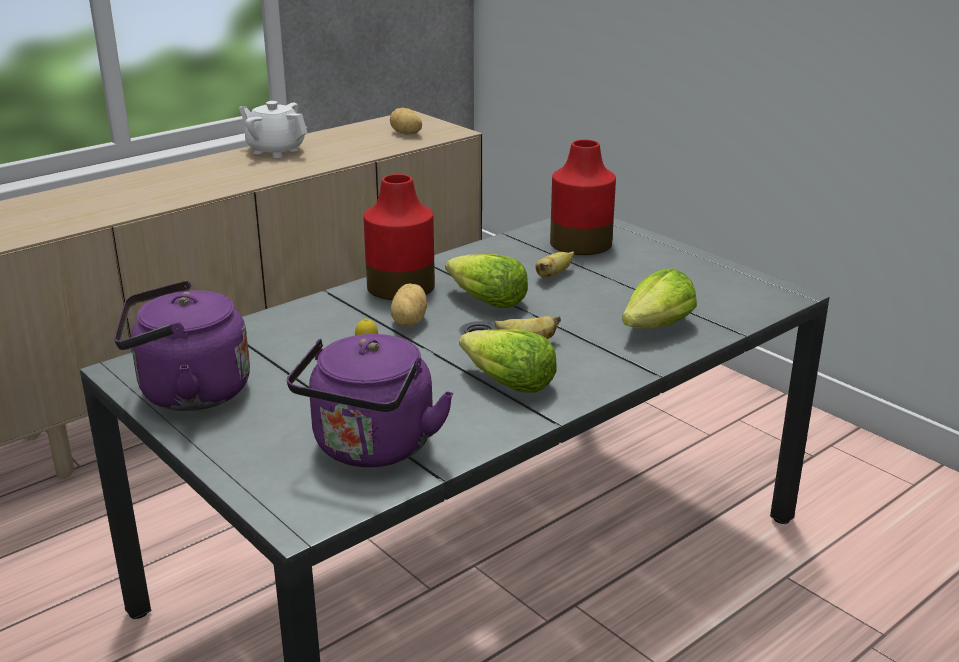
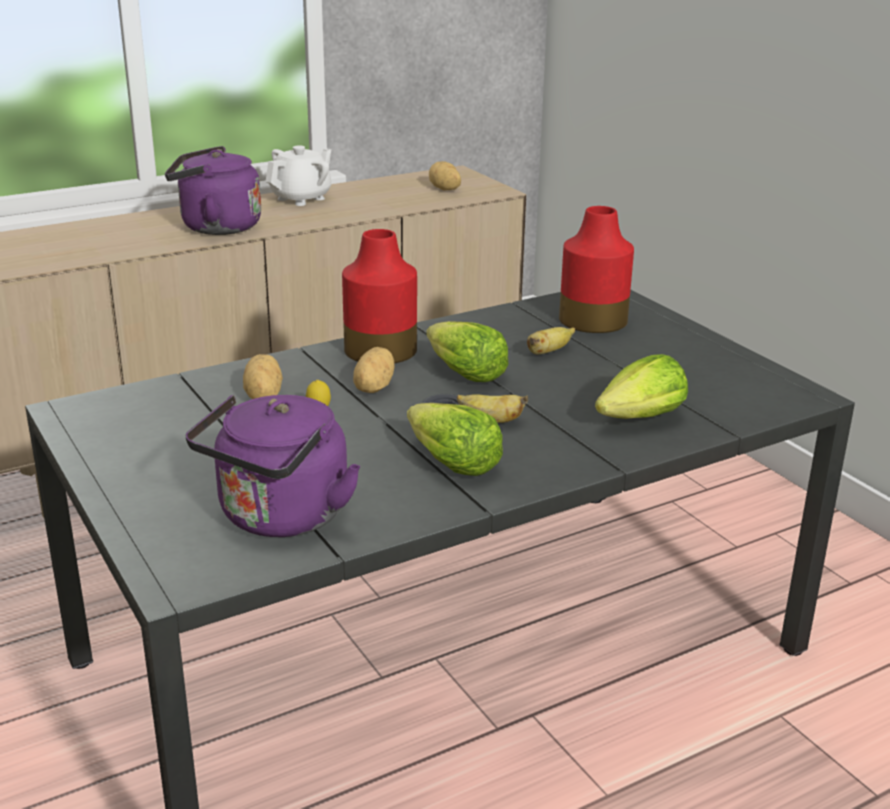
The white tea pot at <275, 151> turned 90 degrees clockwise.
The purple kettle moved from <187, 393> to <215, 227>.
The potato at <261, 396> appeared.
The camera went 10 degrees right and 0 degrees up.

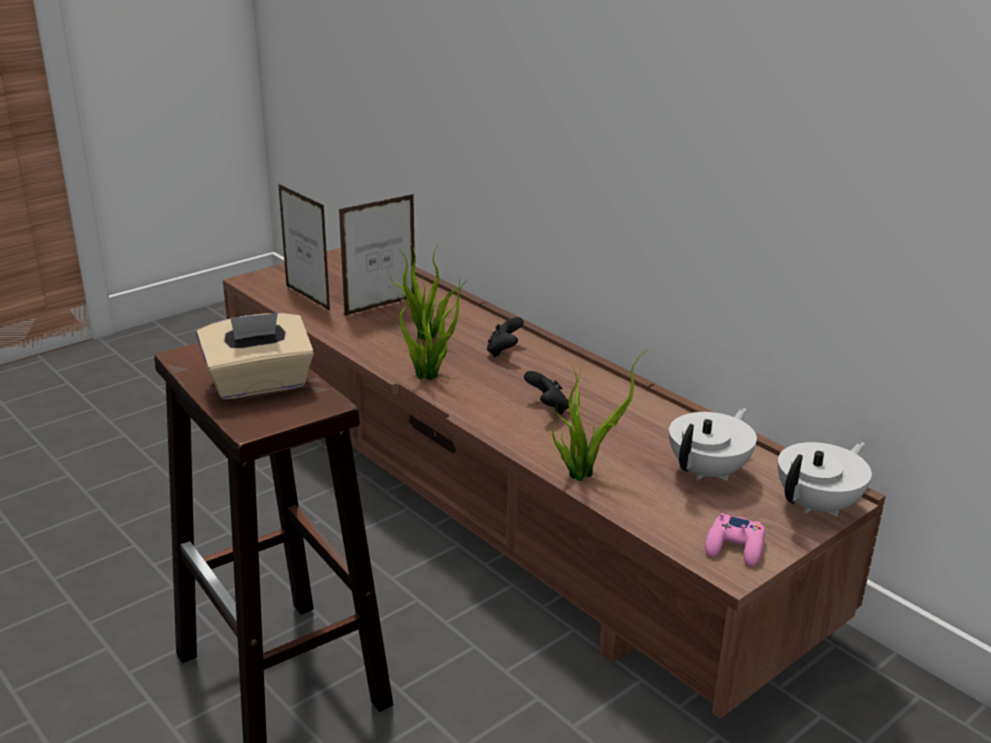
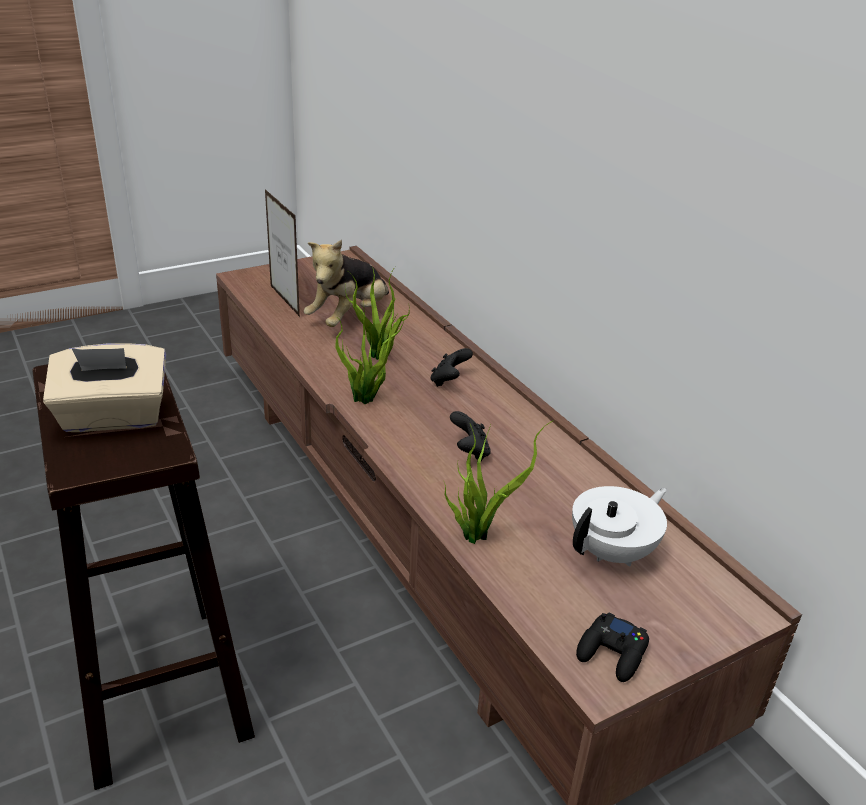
The photo frame at <381, 306> was replaced by the cuddly toy at <349, 318>.
The white tea pot at <818, 505> disappeared.
The pink game controller at <735, 546> became the blackish game controller at <612, 653>.
The camera went 10 degrees right and 5 degrees up.

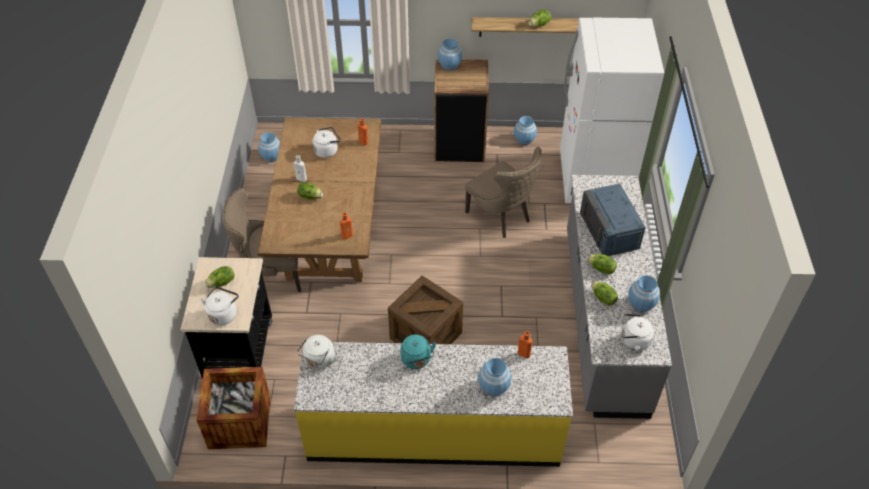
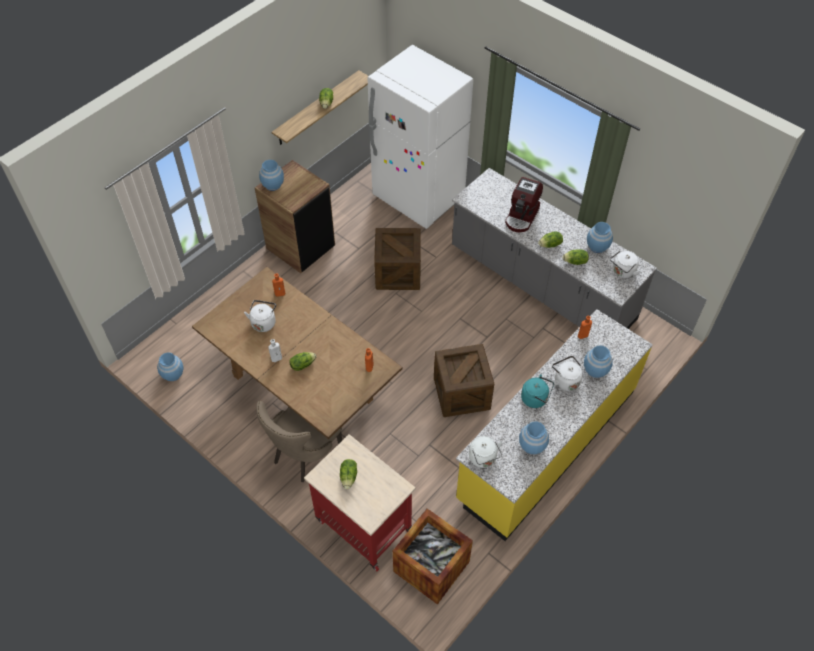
The blue decorative vase moved from <524, 140> to <532, 446>.
The sand-coloured upright chair at <501, 216> was replaced by the shipping crate at <398, 273>.
The blue kitchen microwave at <609, 230> was replaced by the coffee brewer at <522, 217>.
The blackish trolley at <239, 352> became the reddish trolley at <363, 526>.
The white kettle moved from <223, 314> to <565, 380>.
The camera went 50 degrees left and 5 degrees up.

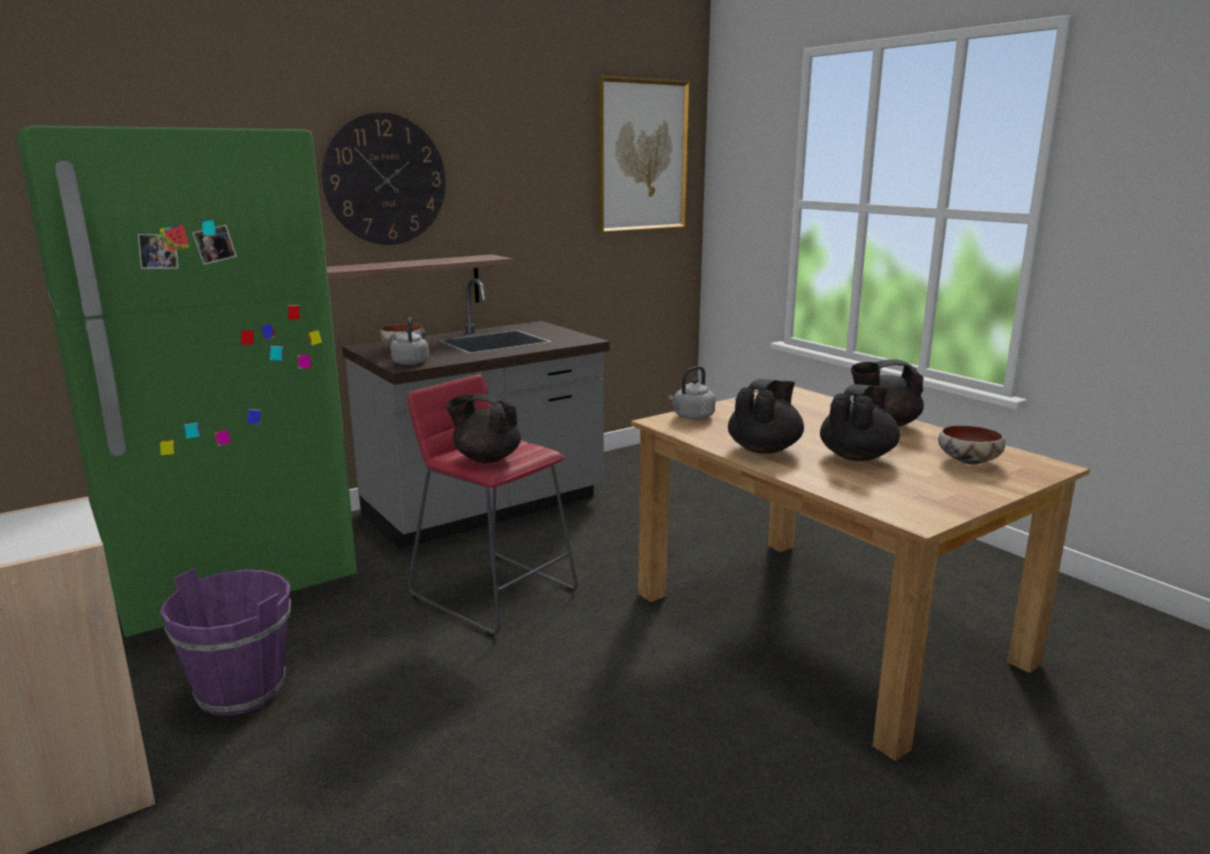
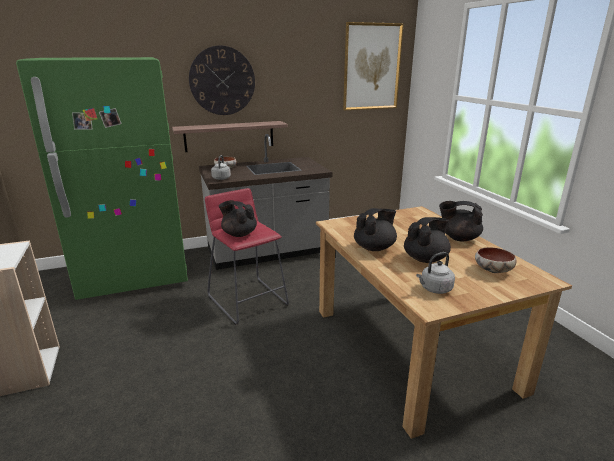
The gray kettle moved from <692, 417> to <434, 289>.
The purple pail at <242, 690> disappeared.
The camera went 15 degrees right and 5 degrees up.

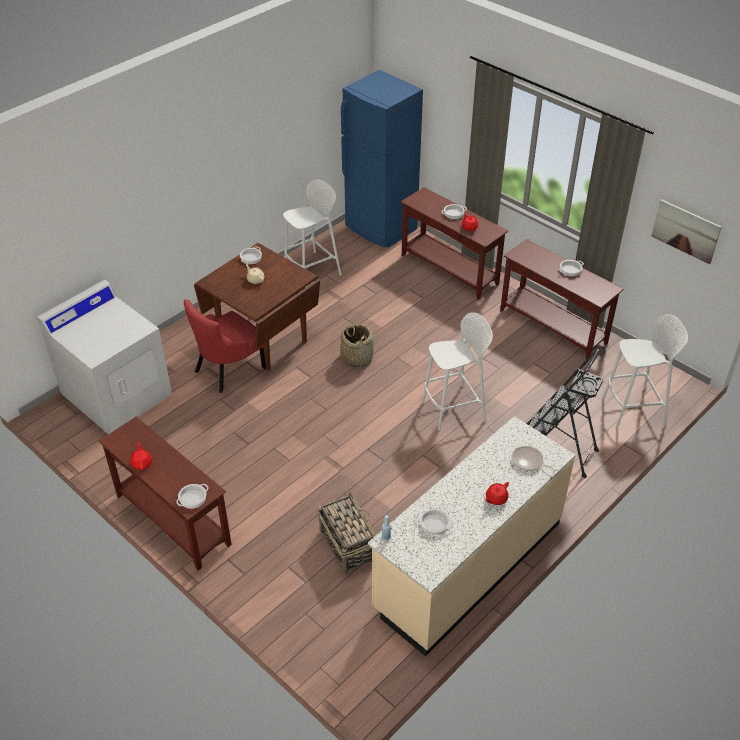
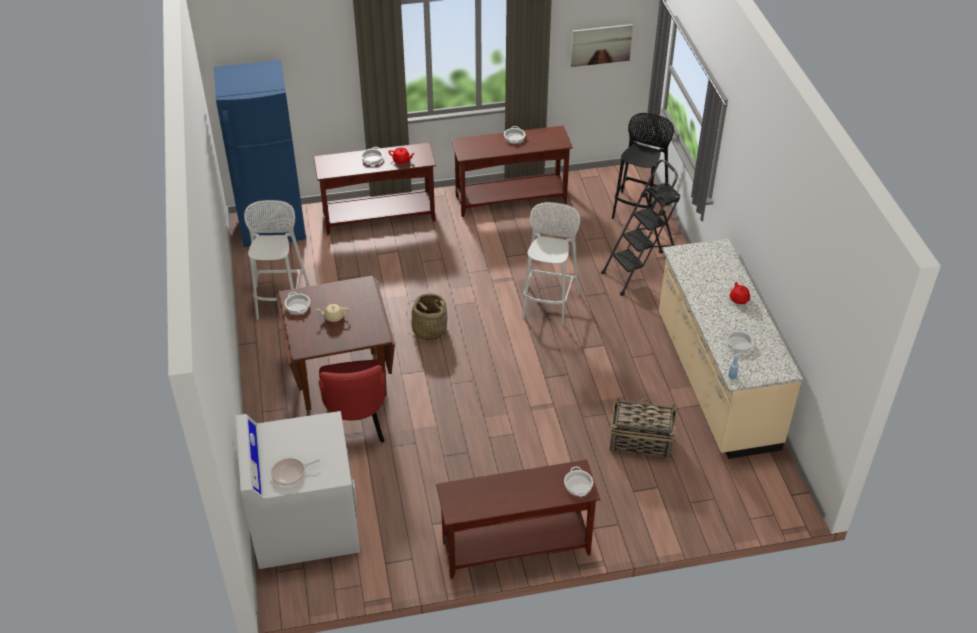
The white stool seat at <634, 408> became the blackish stool seat at <638, 209>.
The reddish tea pot at <142, 463> disappeared.
The frying pan moved from <528, 462> to <290, 473>.
The camera went 55 degrees left and 0 degrees up.

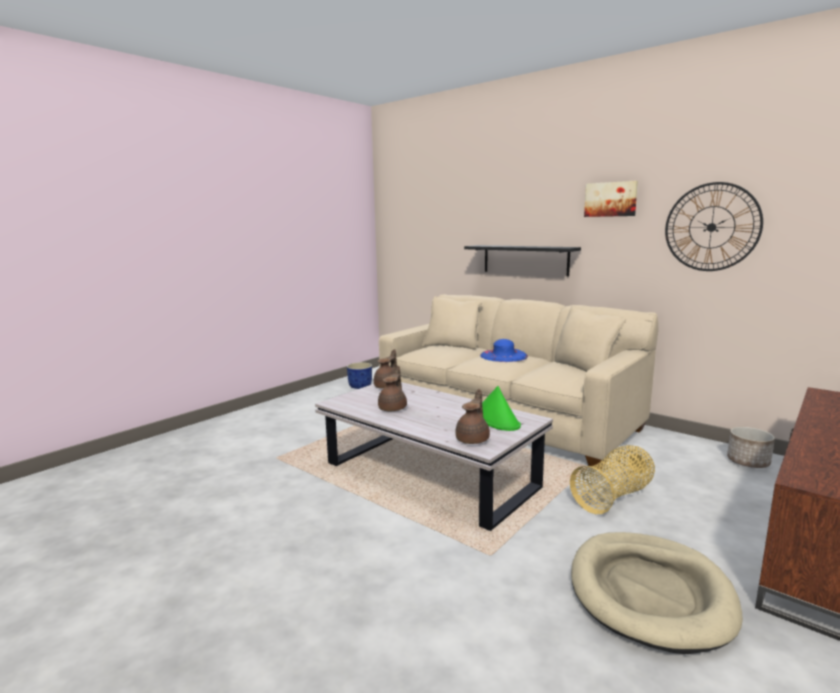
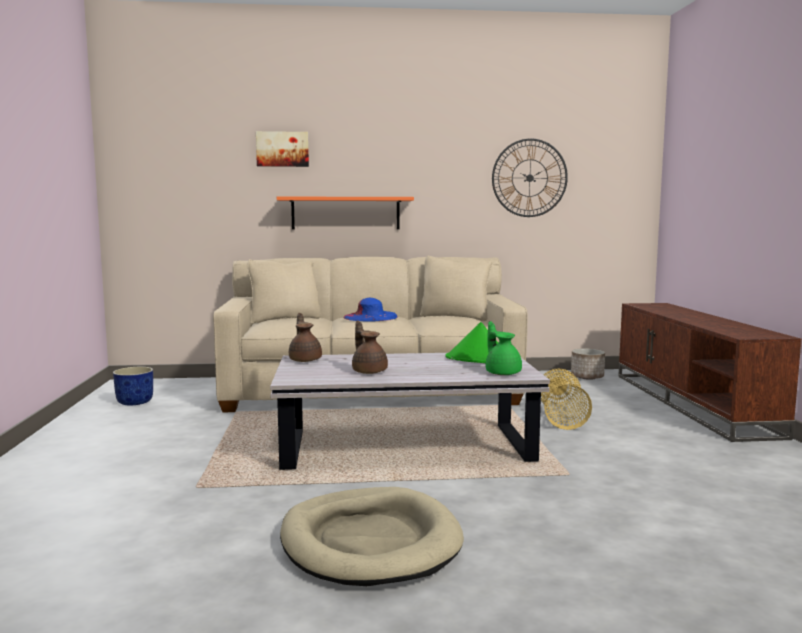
The wall art moved from <610, 199> to <282, 149>.
The blackish shelf at <525, 260> became the orange-coloured shelf at <345, 213>.
The brownish tea pot at <473, 439> became the green-coloured tea pot at <502, 373>.
The sand-coloured dog cushion moved from <650, 593> to <370, 542>.
The camera went 45 degrees left and 5 degrees down.

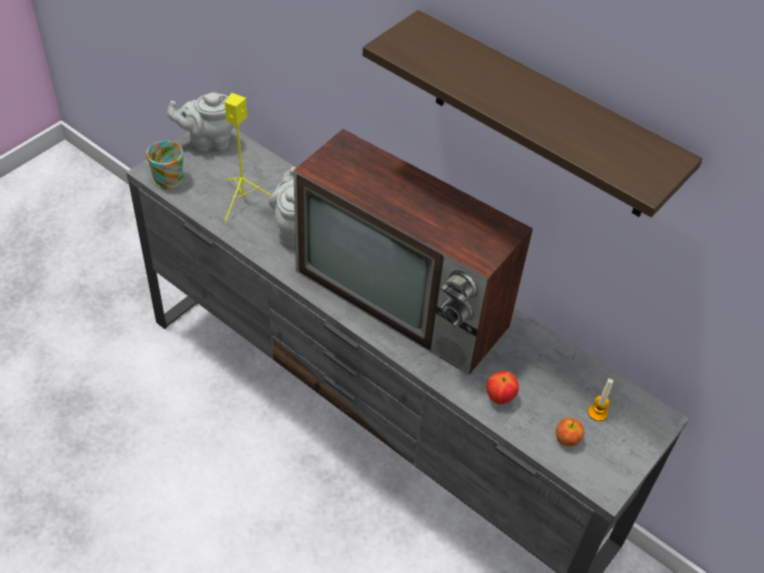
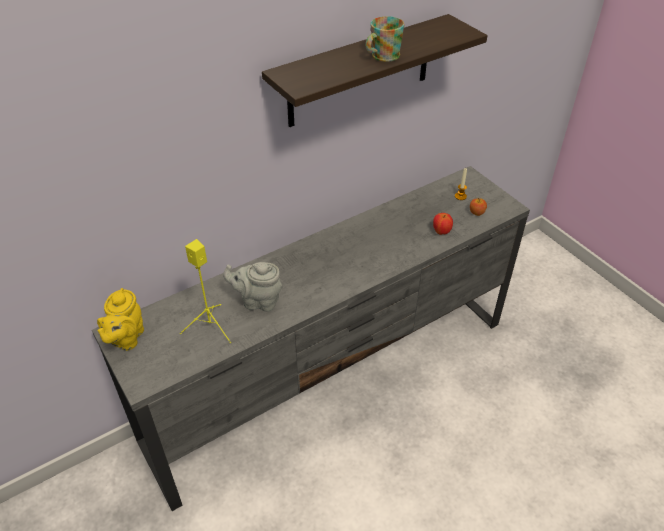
The gray tea pot at <208, 142> became the yellow tea pot at <126, 338>.
The TV at <405, 299> disappeared.
The coffee mug moved from <165, 176> to <382, 56>.
The camera went 70 degrees left and 5 degrees down.

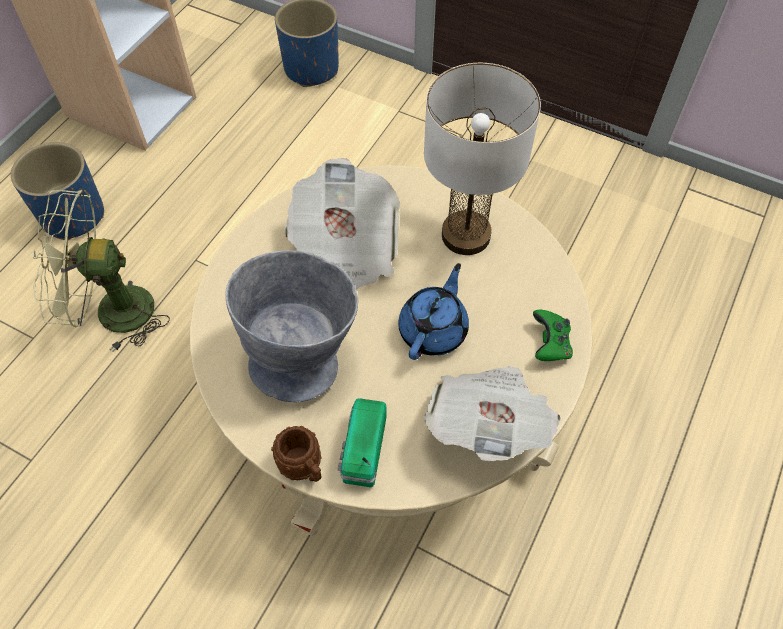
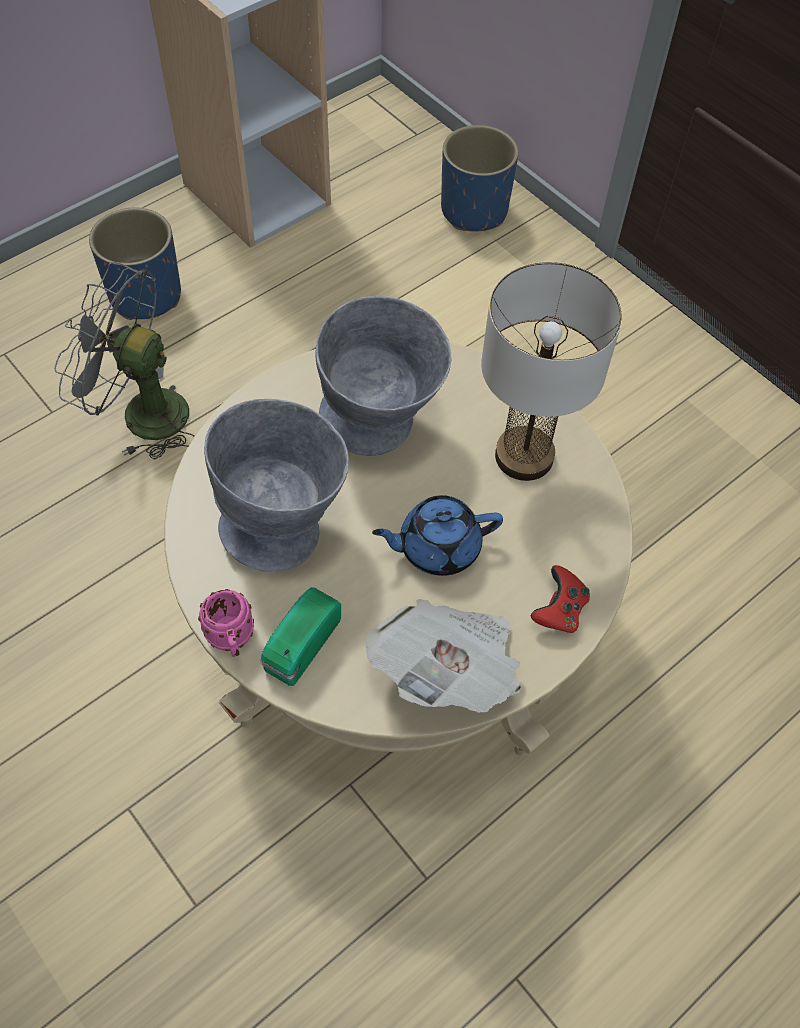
The printed paper at <344, 250> was replaced by the gray deep dish at <382, 427>.
The green-coloured cooling fan at <112, 312> became the gray cooling fan at <141, 413>.
The blue tea pot at <434, 330> turned 150 degrees counterclockwise.
The green-coloured game controller at <550, 344> became the reddish game controller at <559, 610>.
The brownish coffee mug at <304, 469> became the pink coffee mug at <232, 641>.
The camera went 20 degrees right and 0 degrees up.

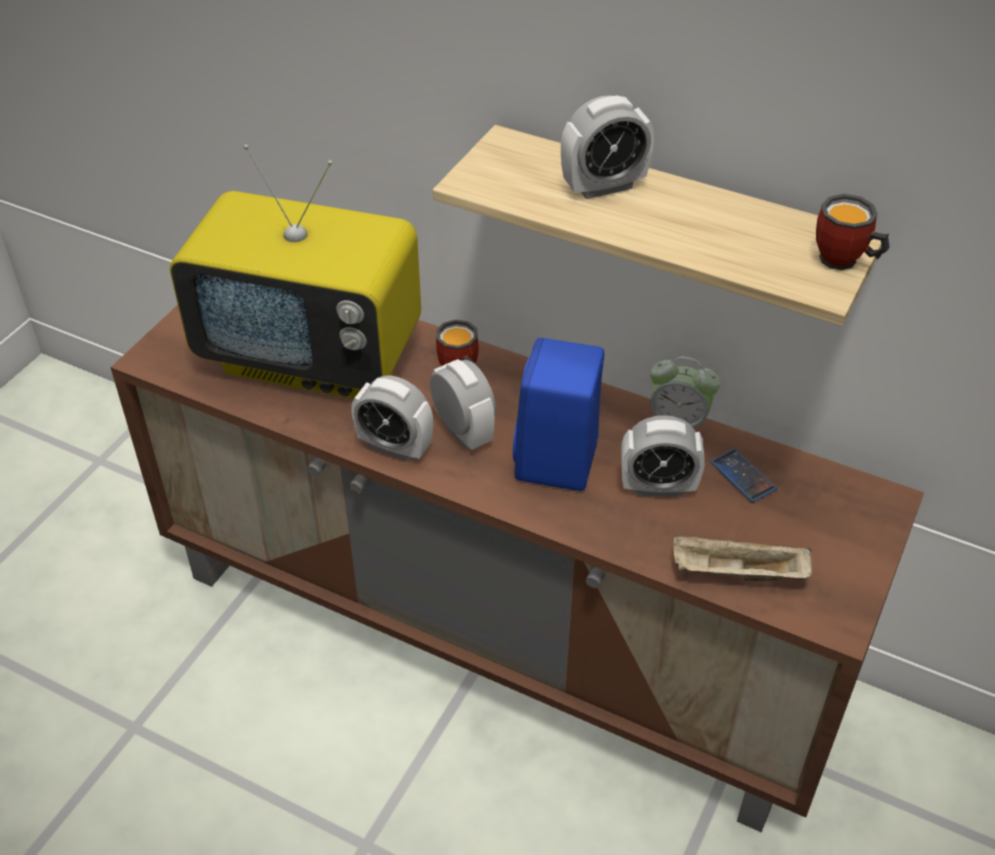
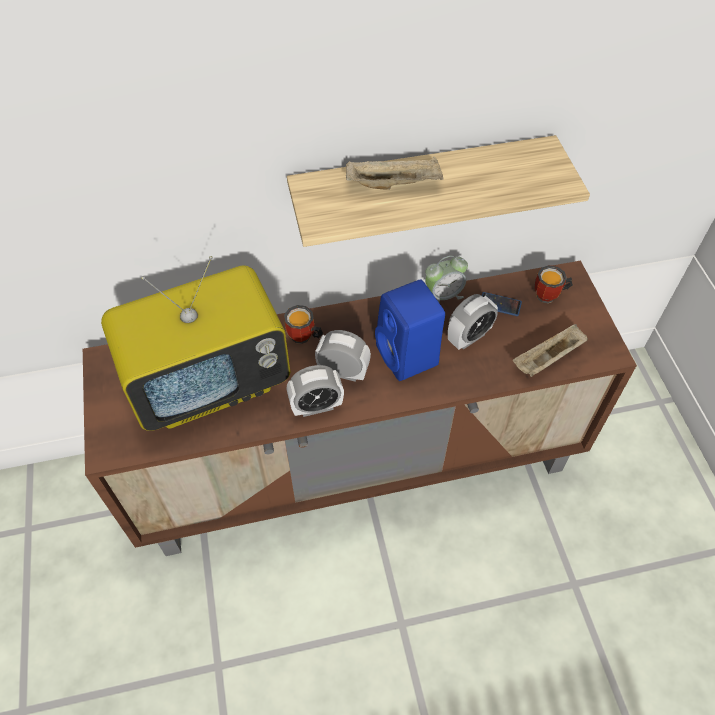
The alarm clock at <604, 186> was replaced by the sand-coloured carrying tray at <394, 184>.
The coffee mug moved from <843, 262> to <549, 296>.
The camera went 40 degrees left and 10 degrees up.

